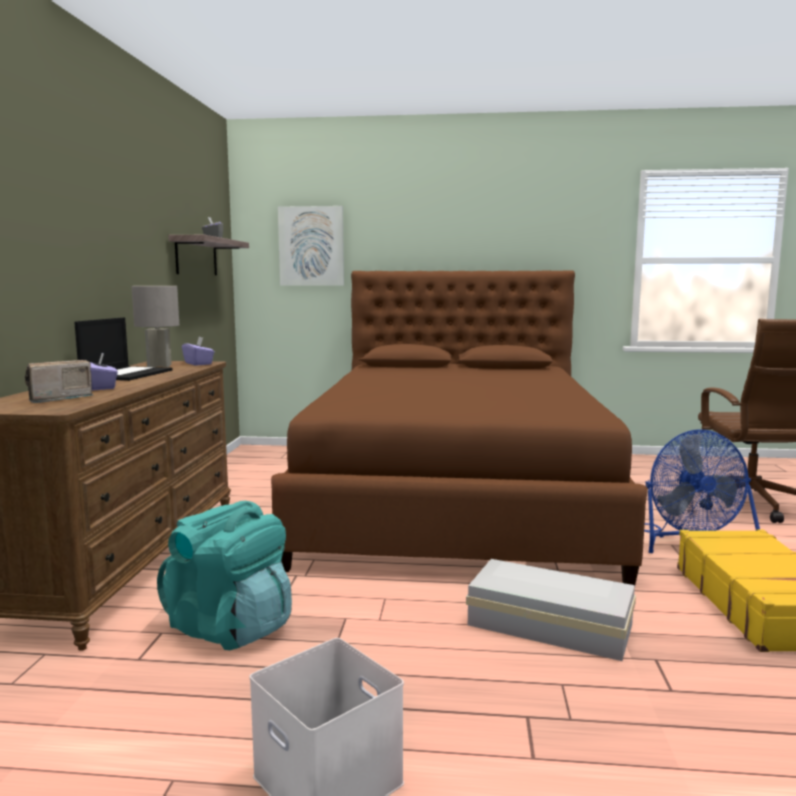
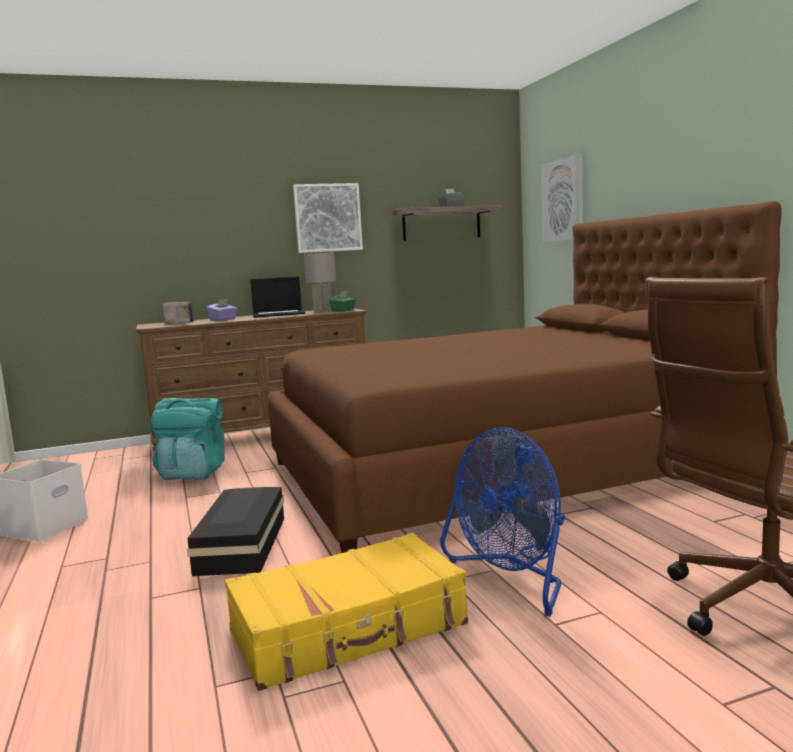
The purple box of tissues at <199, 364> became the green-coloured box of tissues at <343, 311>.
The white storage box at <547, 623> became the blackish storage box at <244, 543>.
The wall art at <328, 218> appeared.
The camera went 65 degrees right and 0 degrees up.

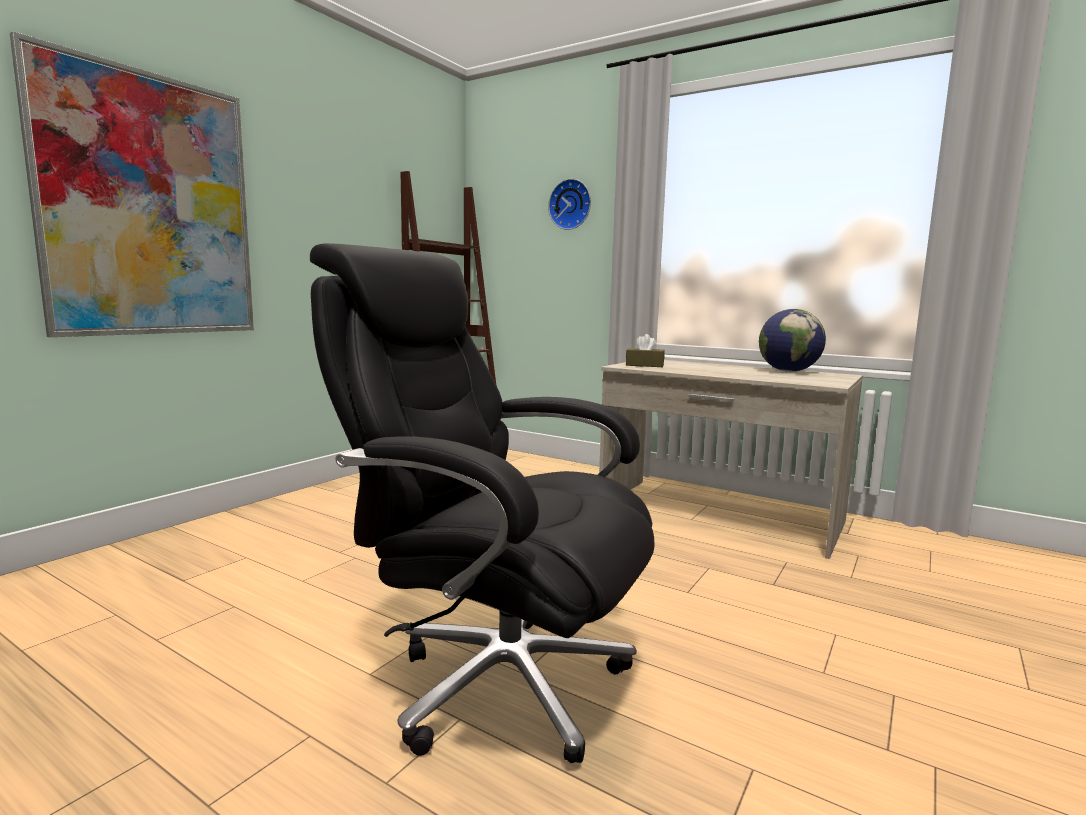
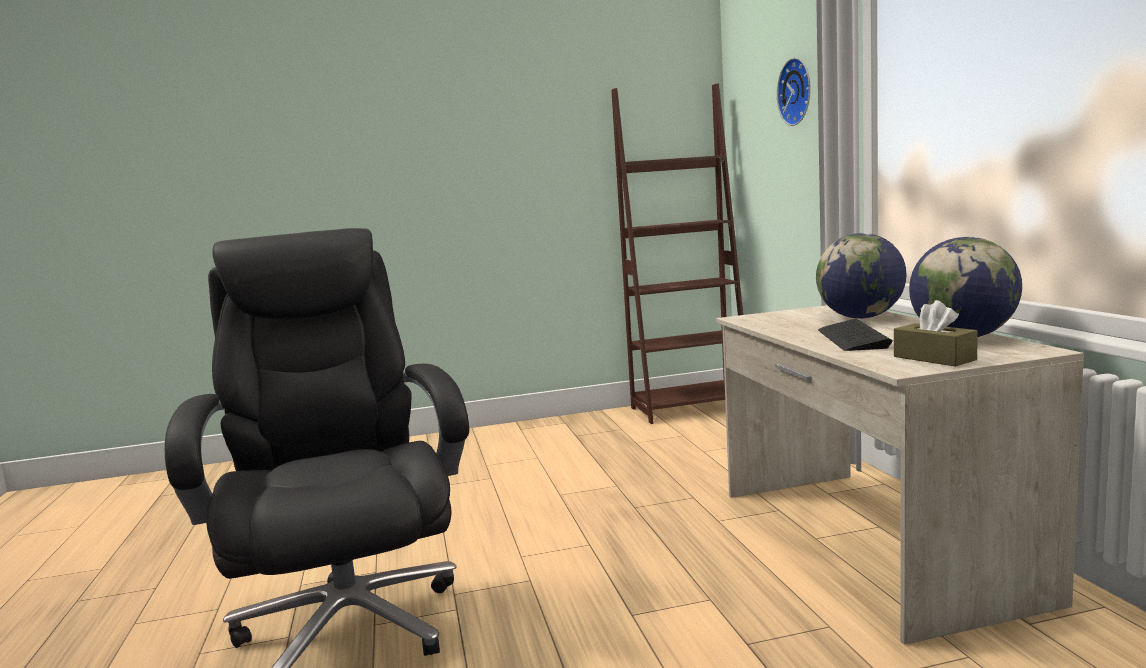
The wall art at <150, 206> disappeared.
The brownish box of tissues moved from <644, 365> to <934, 358>.
The globe at <860, 317> appeared.
The computer keyboard at <852, 338> appeared.
The camera went 45 degrees right and 0 degrees up.

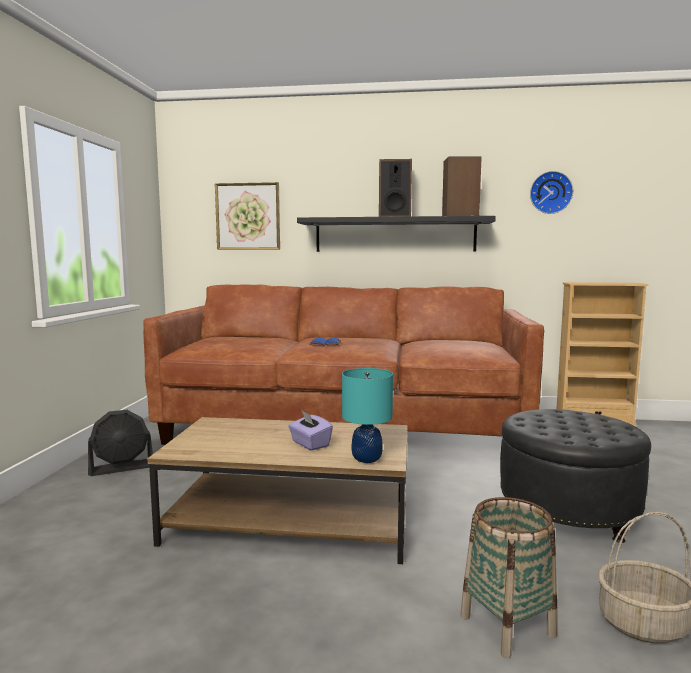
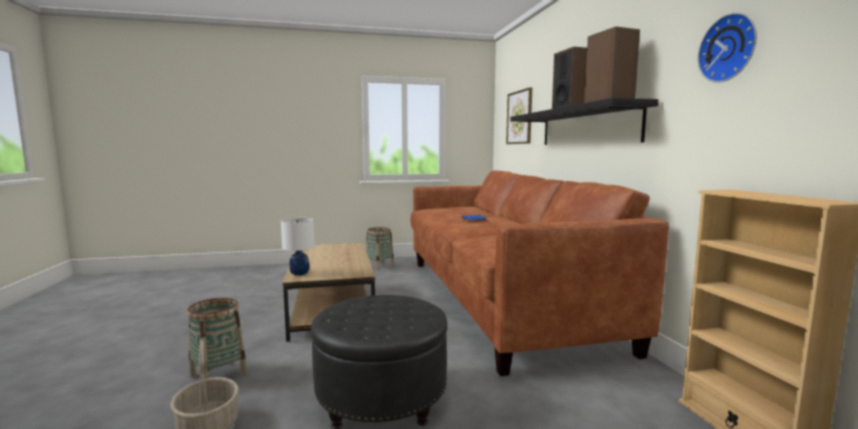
The turquoise tabletop lamp at <367, 460> became the white tabletop lamp at <298, 274>.
The blackish cooling fan at <122, 468> was replaced by the storage basket at <379, 266>.
The purple box of tissues at <309, 444> disappeared.
The camera went 70 degrees right and 0 degrees up.

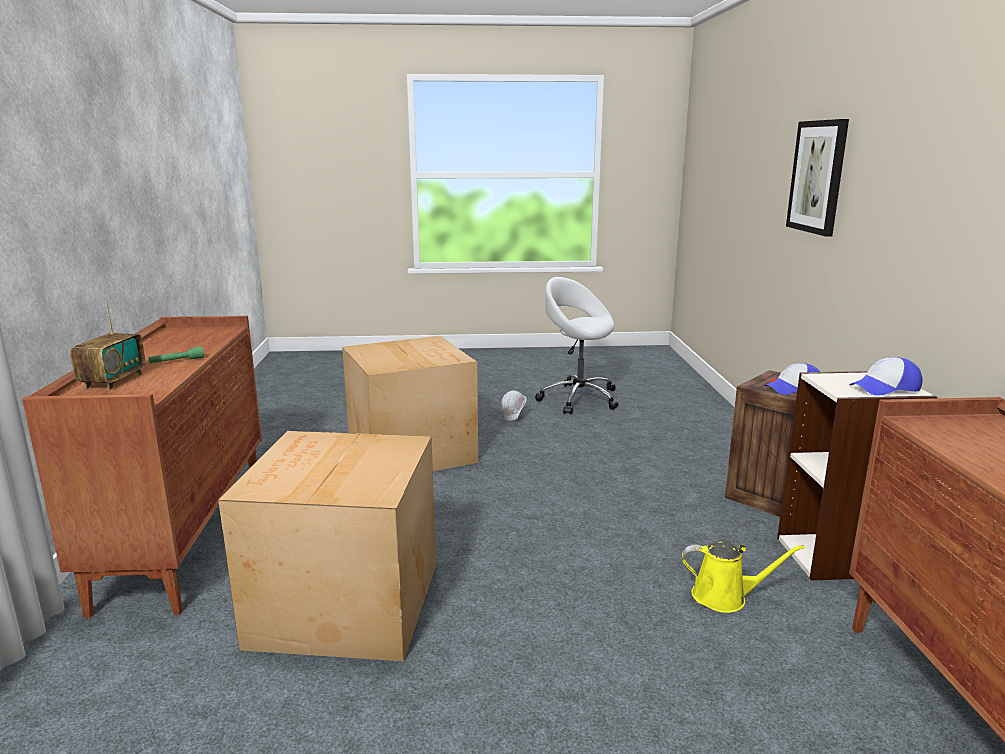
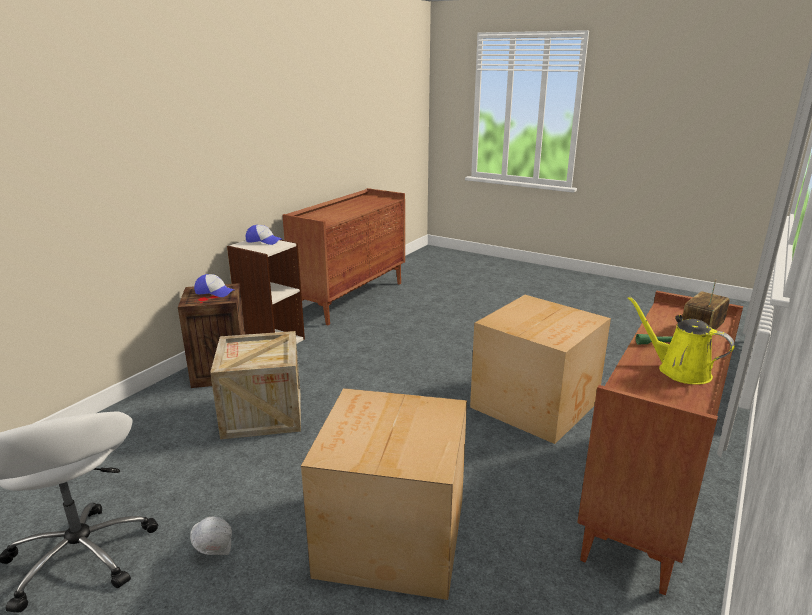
The wall art at <818, 177> disappeared.
The yellow sprinkling can moved from <724, 597> to <679, 370>.
The shipping crate at <263, 413> appeared.
The camera went 145 degrees left and 5 degrees up.

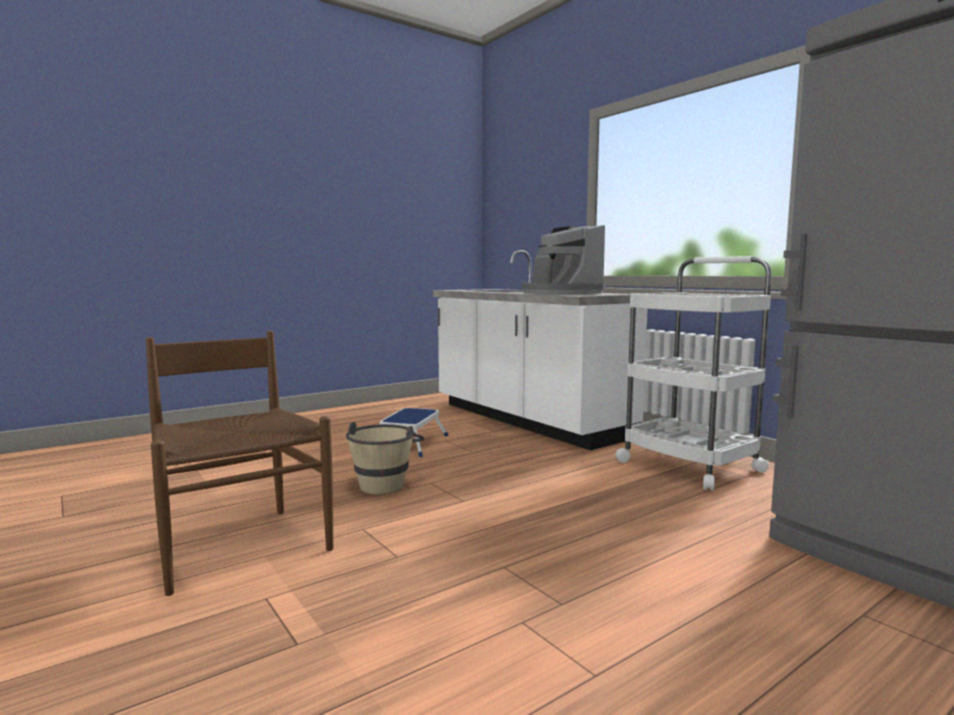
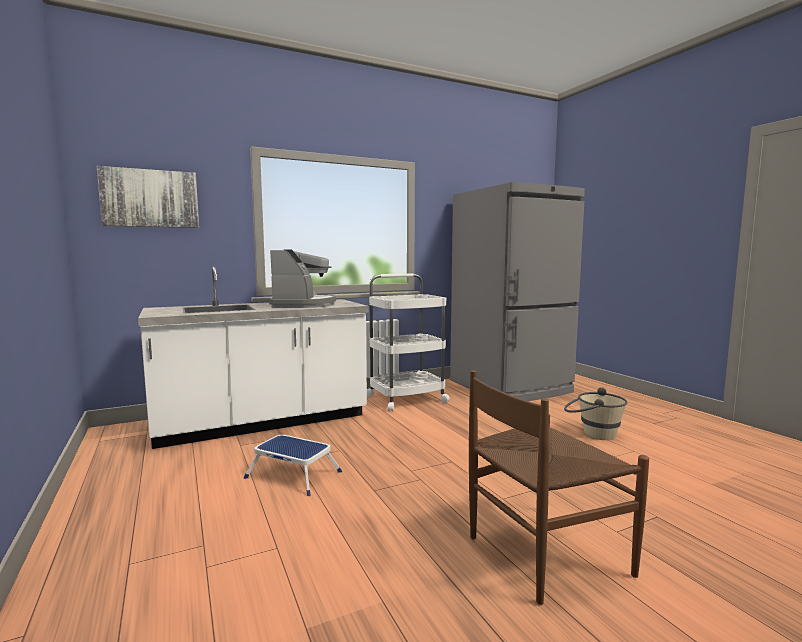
The coffee brewer at <559, 293> turned 75 degrees counterclockwise.
The sand-coloured pail moved from <385, 483> to <592, 433>.
The wall art at <150, 198> appeared.
The camera went 80 degrees left and 0 degrees up.

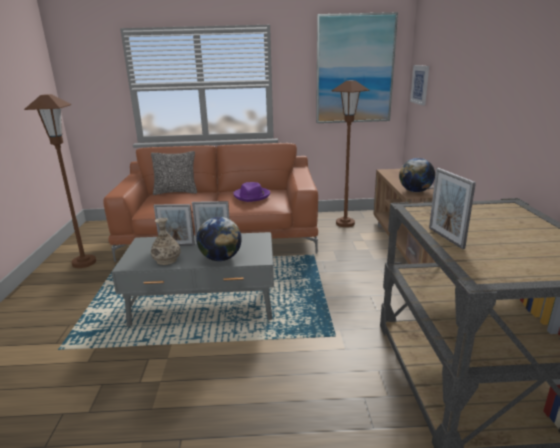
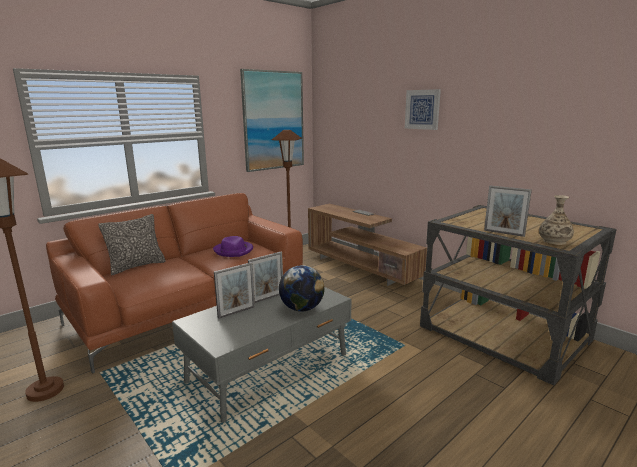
The wall art moved from <420, 84> to <422, 109>.
The globe at <415, 191> disappeared.
The decorative vase moved from <166, 260> to <554, 241>.
The camera went 40 degrees left and 5 degrees down.

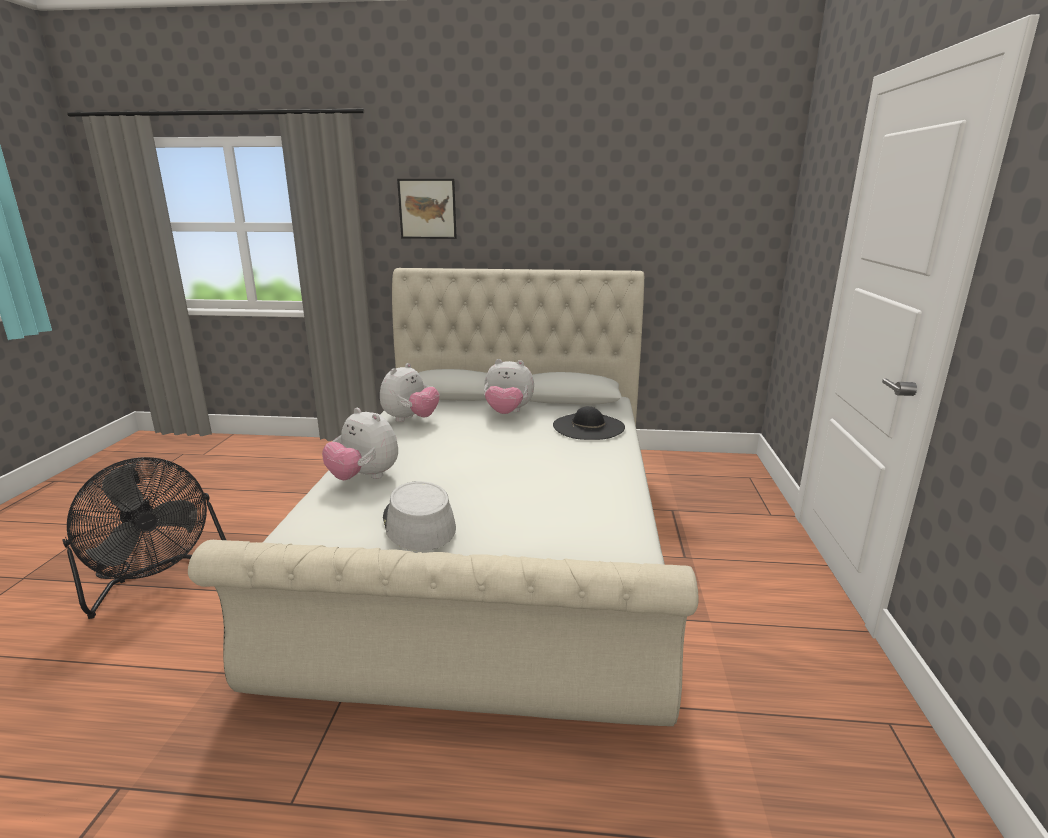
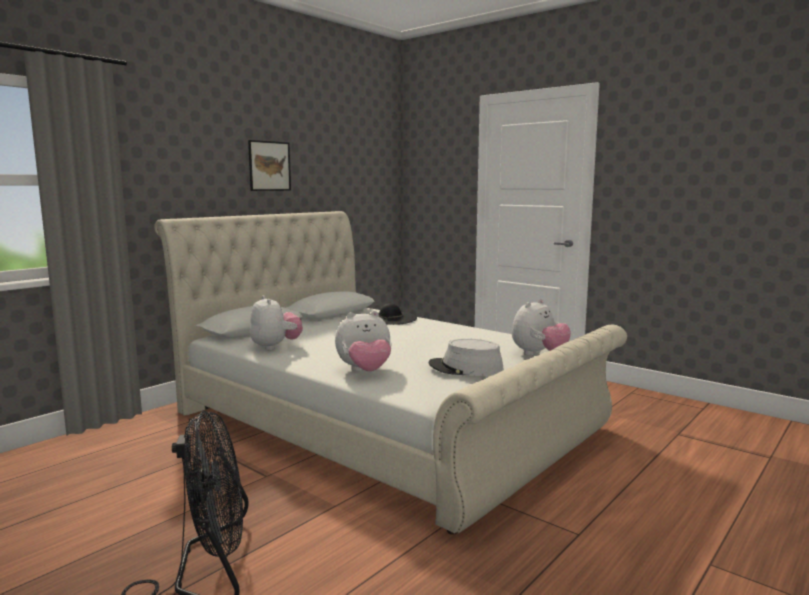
The wall art moved from <427, 209> to <269, 166>.
The cuddly toy moved from <508, 413> to <538, 354>.
The camera went 55 degrees left and 10 degrees down.

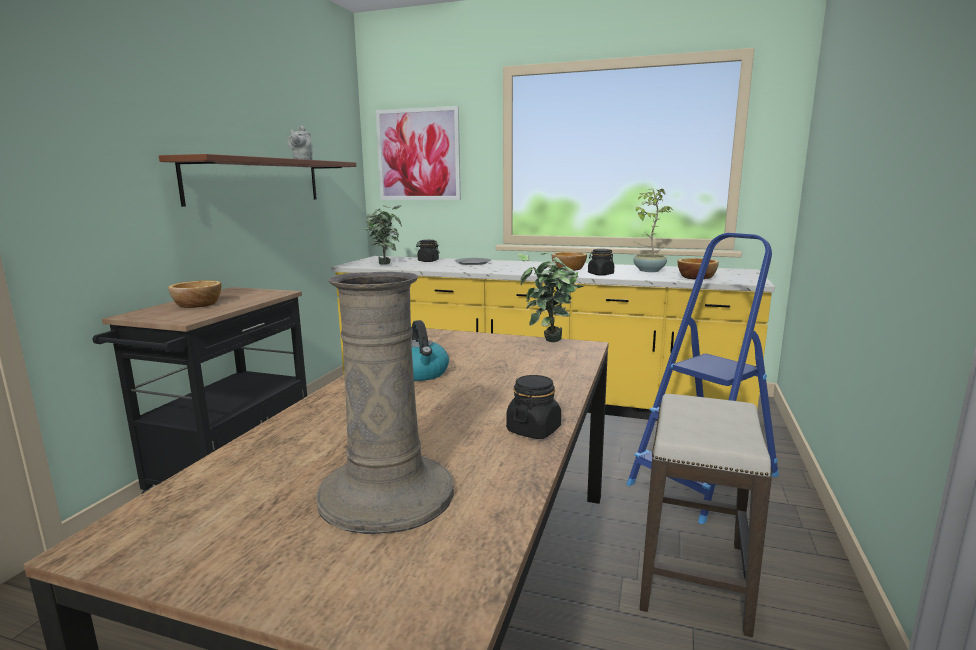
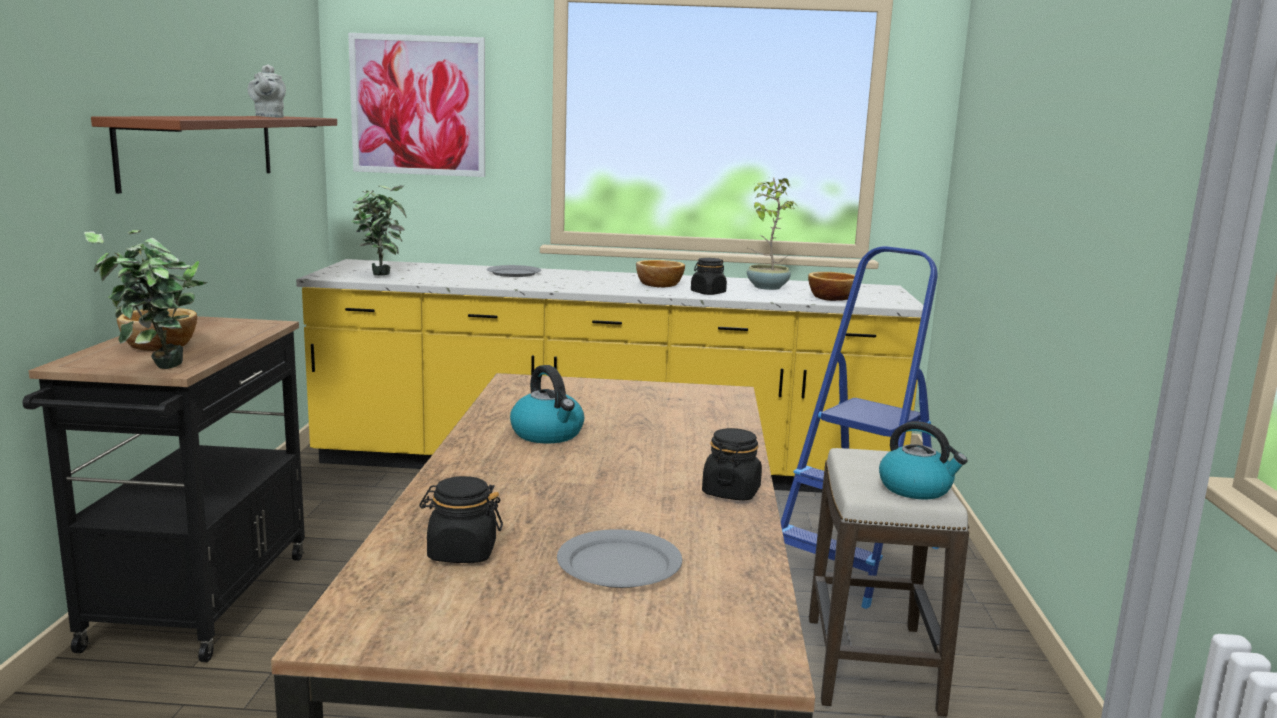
The blackish preserve jar moved from <428, 261> to <461, 552>.
The plant in a pot moved from <549, 343> to <156, 370>.
The sand-coloured decorative vase at <386, 495> was replaced by the gray flat dish at <619, 565>.
The kettle at <916, 488> appeared.
The camera went 15 degrees left and 0 degrees up.

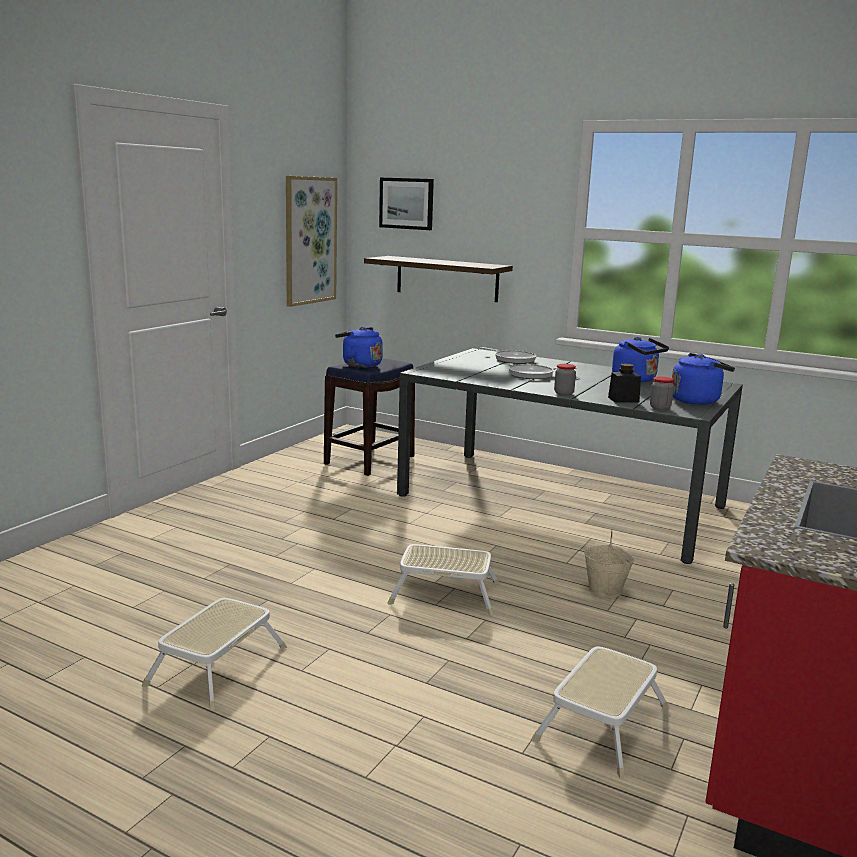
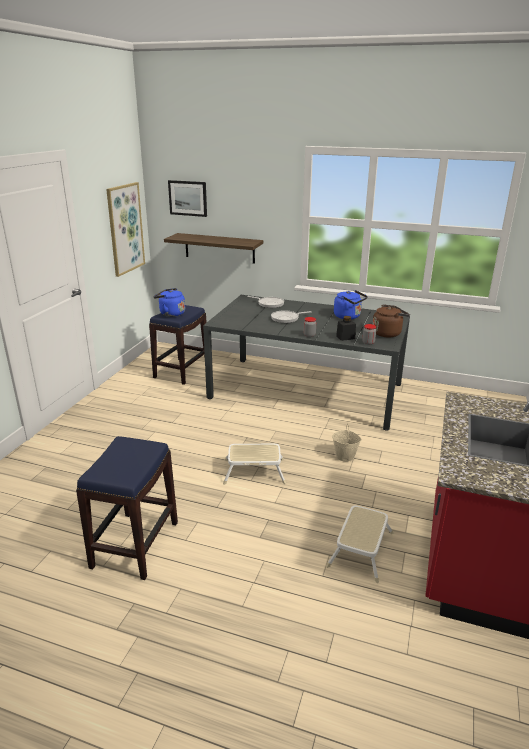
The blue kettle at <697, 400> became the brownish kettle at <388, 333>.
The sand-coloured stepladder at <218, 666> was replaced by the stool seat at <135, 544>.
The camera went 10 degrees left and 10 degrees up.

